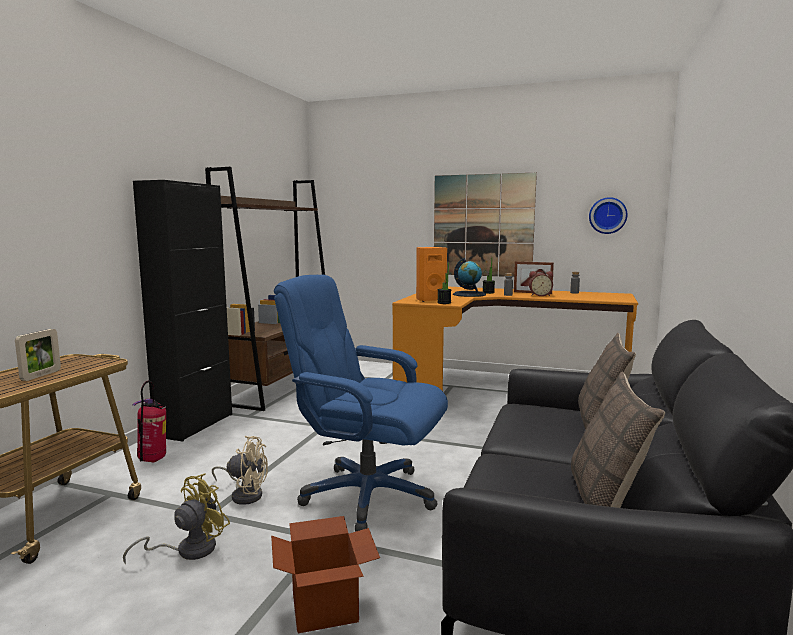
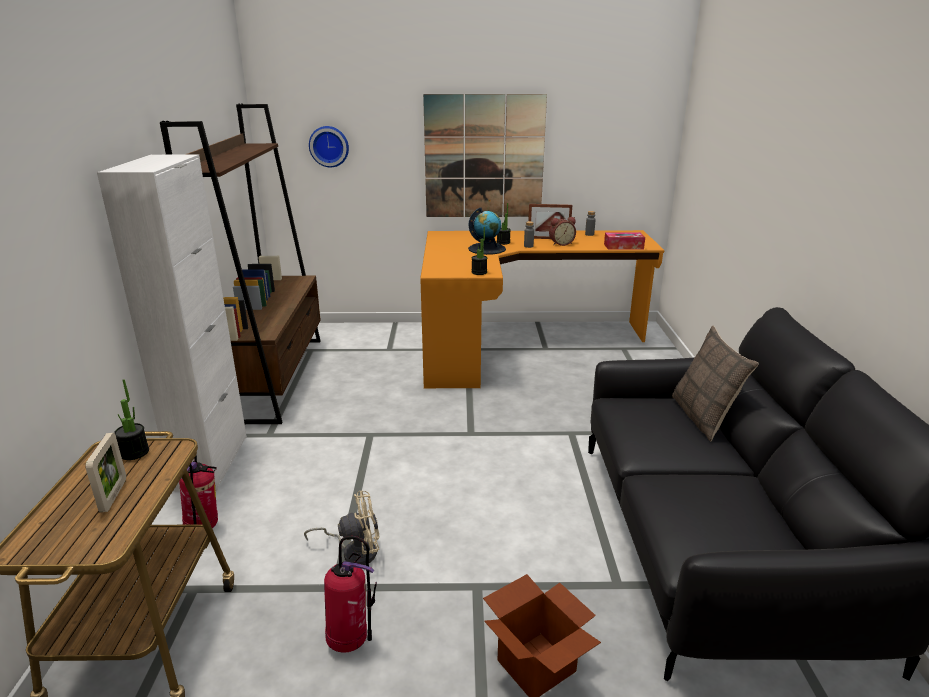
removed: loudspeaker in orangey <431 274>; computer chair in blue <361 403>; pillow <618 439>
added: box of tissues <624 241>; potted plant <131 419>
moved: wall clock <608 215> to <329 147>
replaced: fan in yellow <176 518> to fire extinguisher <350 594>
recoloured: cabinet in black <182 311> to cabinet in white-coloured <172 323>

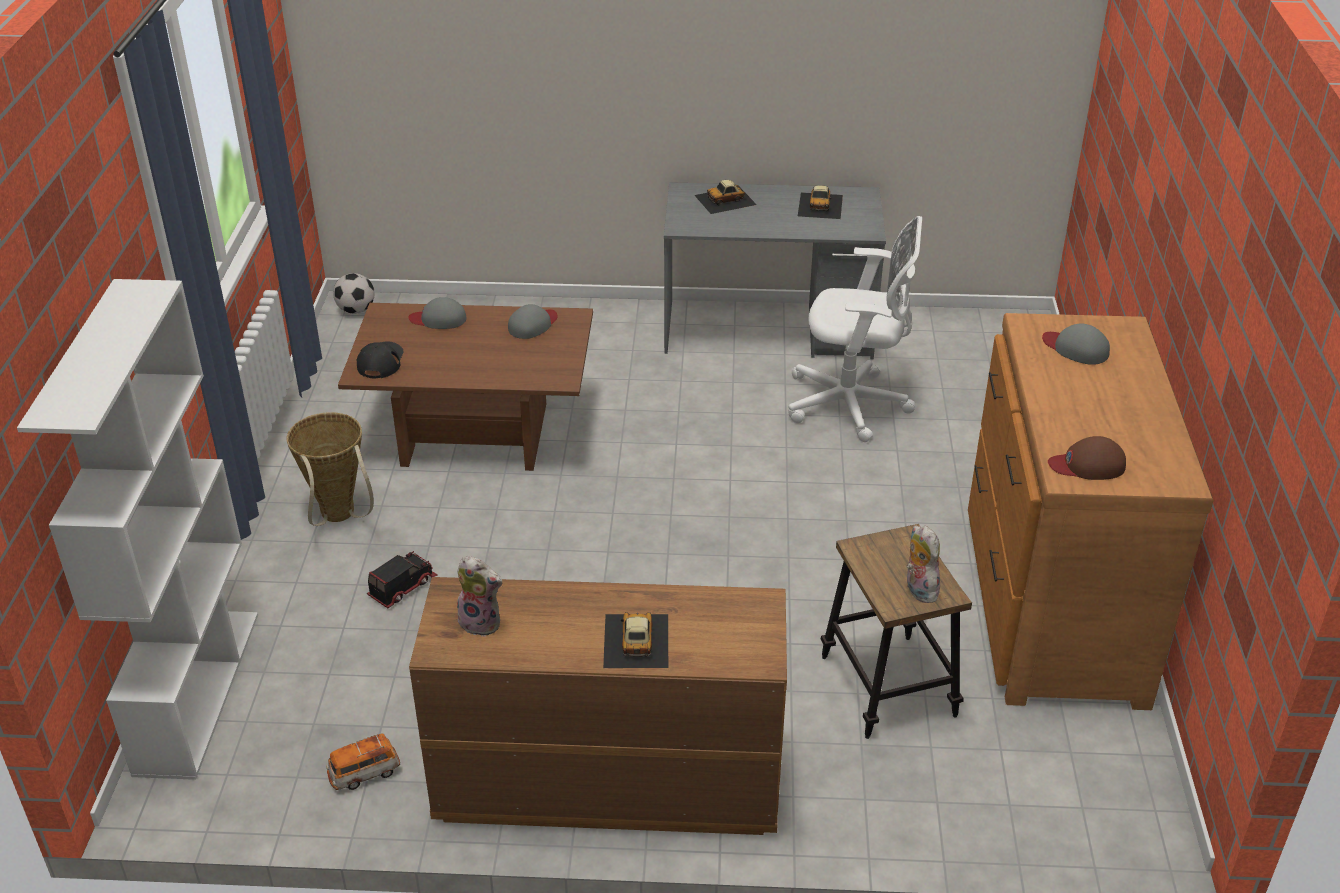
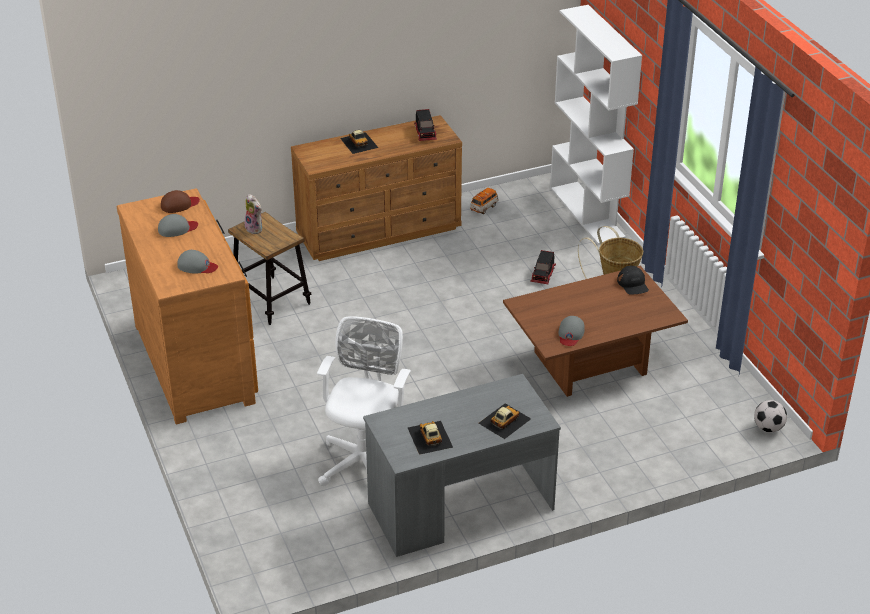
moved: cap in grey <437 313> to <178 225>
replaced: cuddly toy <479 596> to toy lorry <425 125>
turned: computer chair in white-coloured <855 329> = <364 401> 120 degrees clockwise

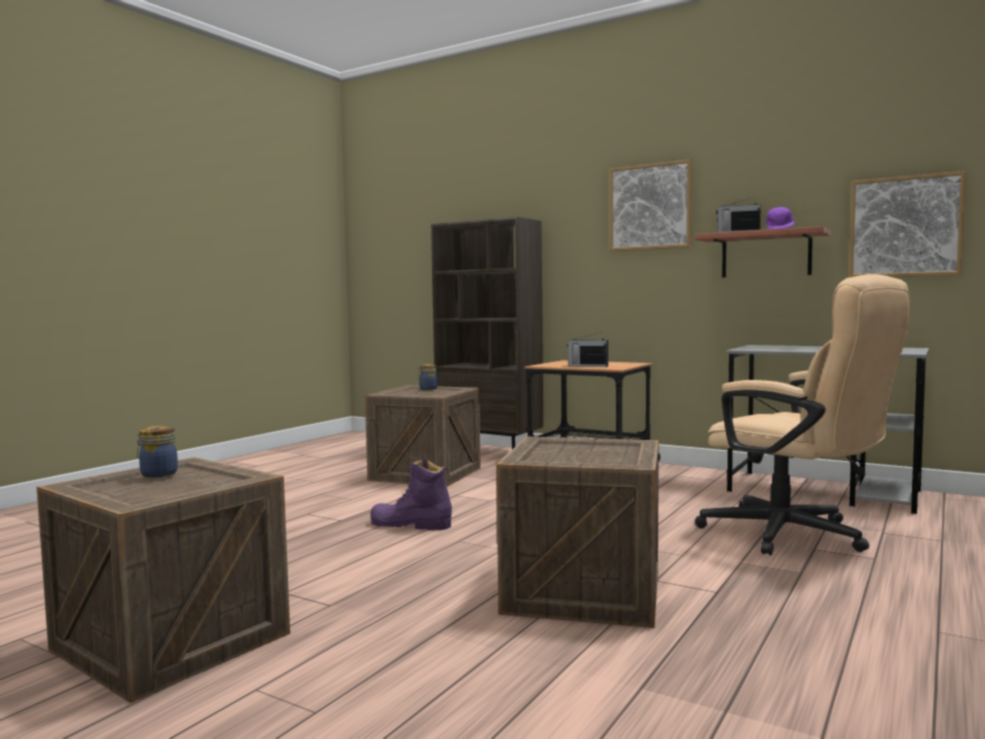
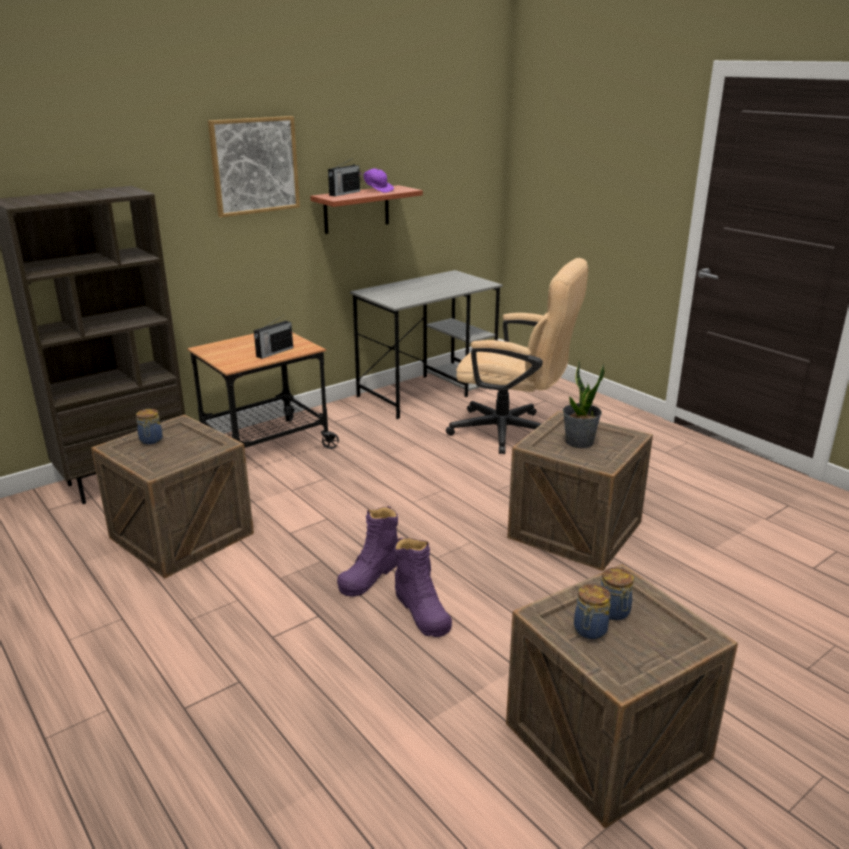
removed: wall art <907 224>
added: potted plant <584 404>; boot in purple <423 587>; jar <617 593>
turned: computer chair in sand-coloured <802 414> = <517 356> 45 degrees clockwise

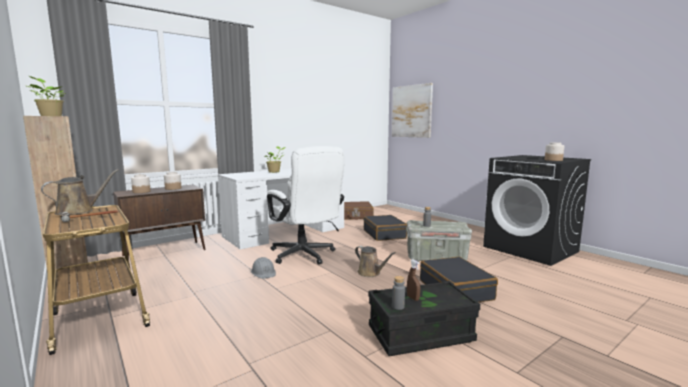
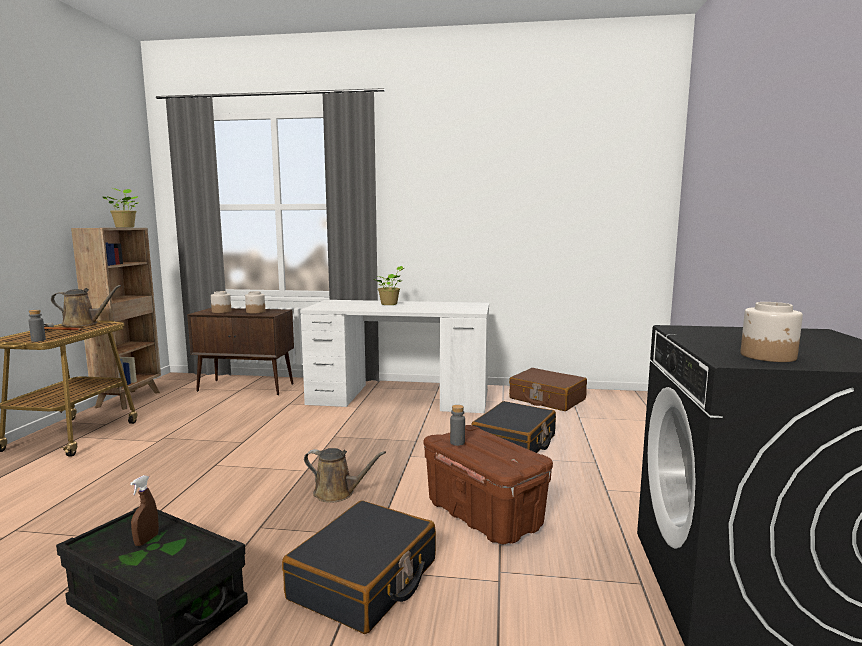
removed: wall art <412 110>; computer chair in white-coloured <305 205>; work helmet in grey <263 268>
moved: beverage bottle in grey <398 293> to <37 326>
recoloured: storage box in grey <439 241> to storage box in brown <488 484>
turned: watering pot in brown <375 261> = <345 475> 75 degrees counterclockwise

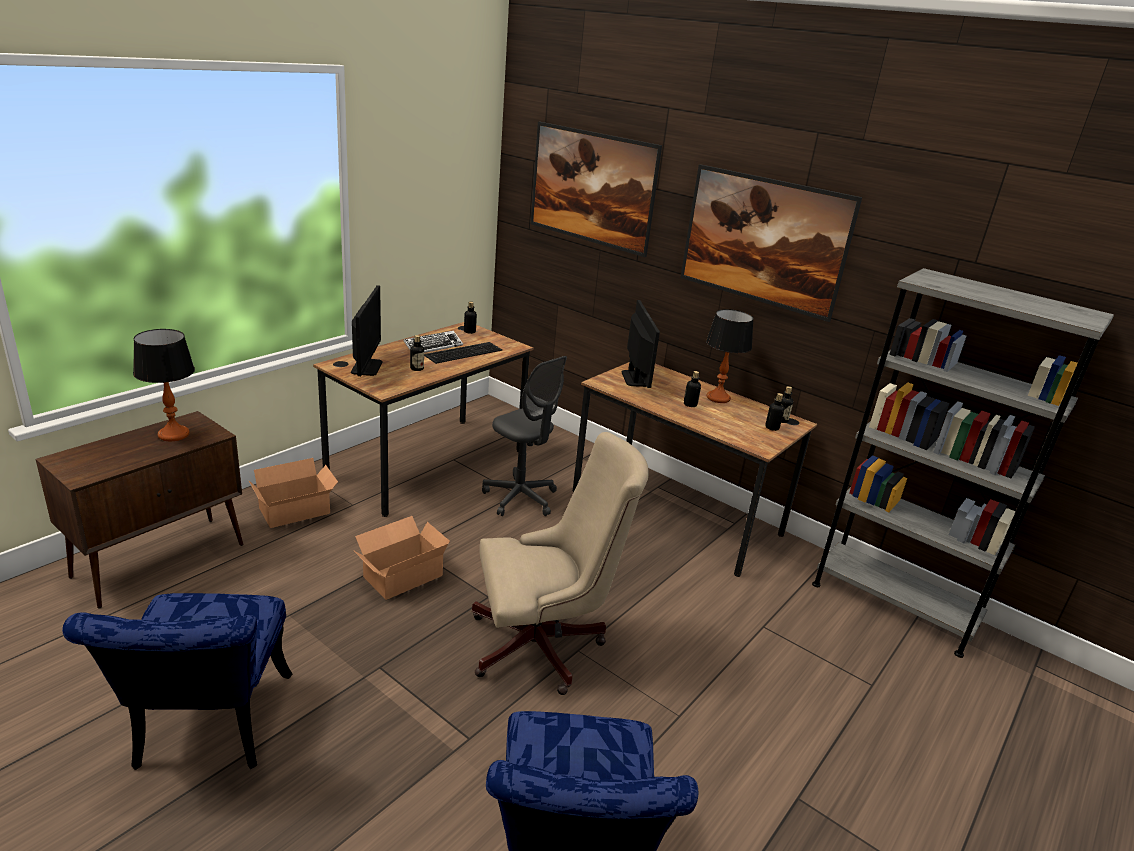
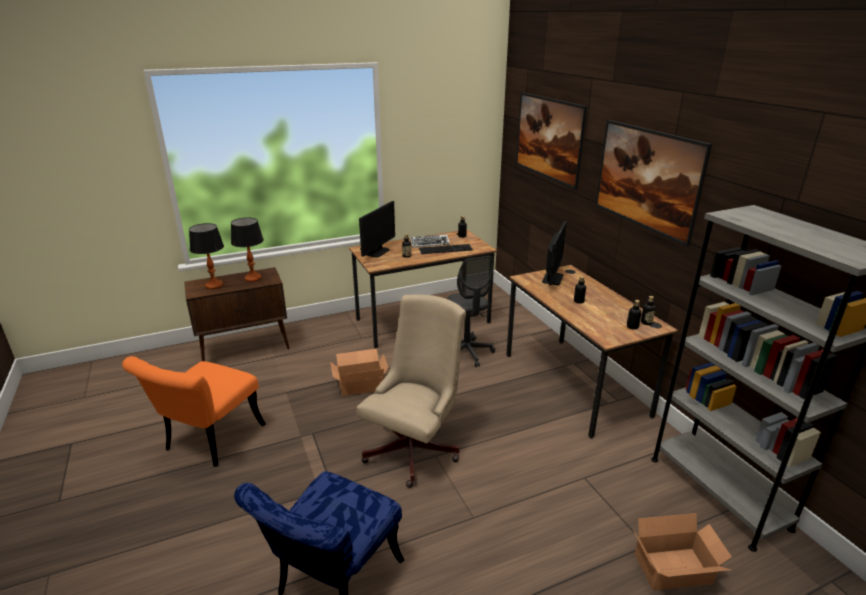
moved: tabletop lamp <730 356> to <206 256>; carton <293 493> to <682 552>
recoloured: chair in blue <177 681> to chair in orangey <194 411>
turned: computer chair in sand-coloured <560 563> = <411 391> 75 degrees counterclockwise

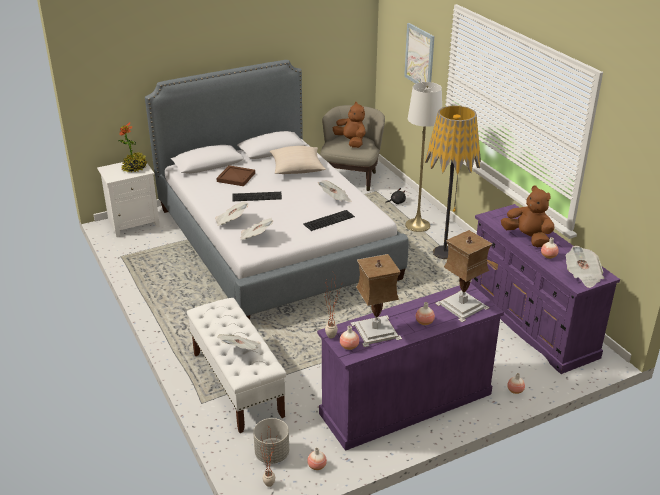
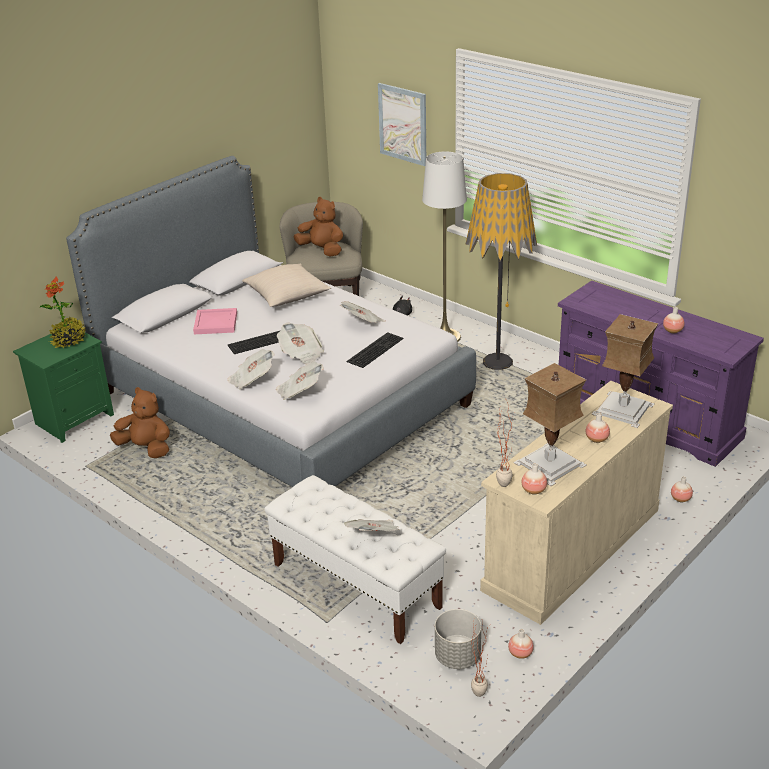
moved: cuddly toy in brown <527 216> to <140 422>; newspaper <584 267> to <300 343>
recoloured: bedside table in white-coloured <128 199> to bedside table in greenish <63 388>; serving tray in brown <235 175> to serving tray in pinkish <215 321>; drawer chest in purple <410 367> to drawer chest in sand-coloured <576 503>

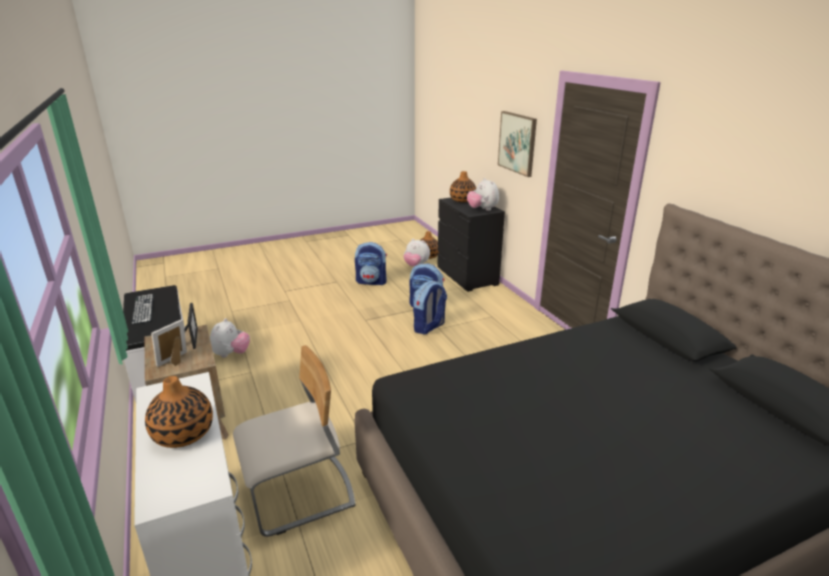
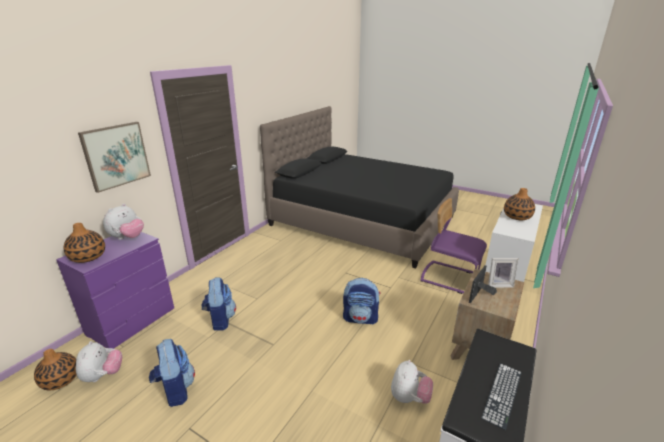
moved: rucksack <430 307> to <361 301>
recoloured: drawer chest in black <471 245> to drawer chest in purple <115 290>; chair in sand-coloured <294 441> to chair in purple <453 246>
turned: cuddly toy <230 338> = <412 382> 135 degrees clockwise

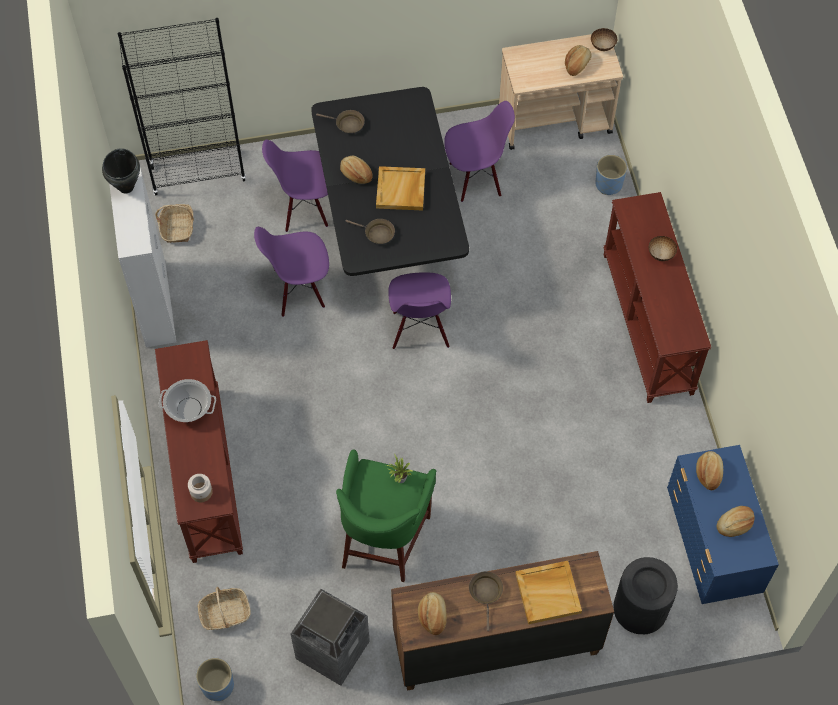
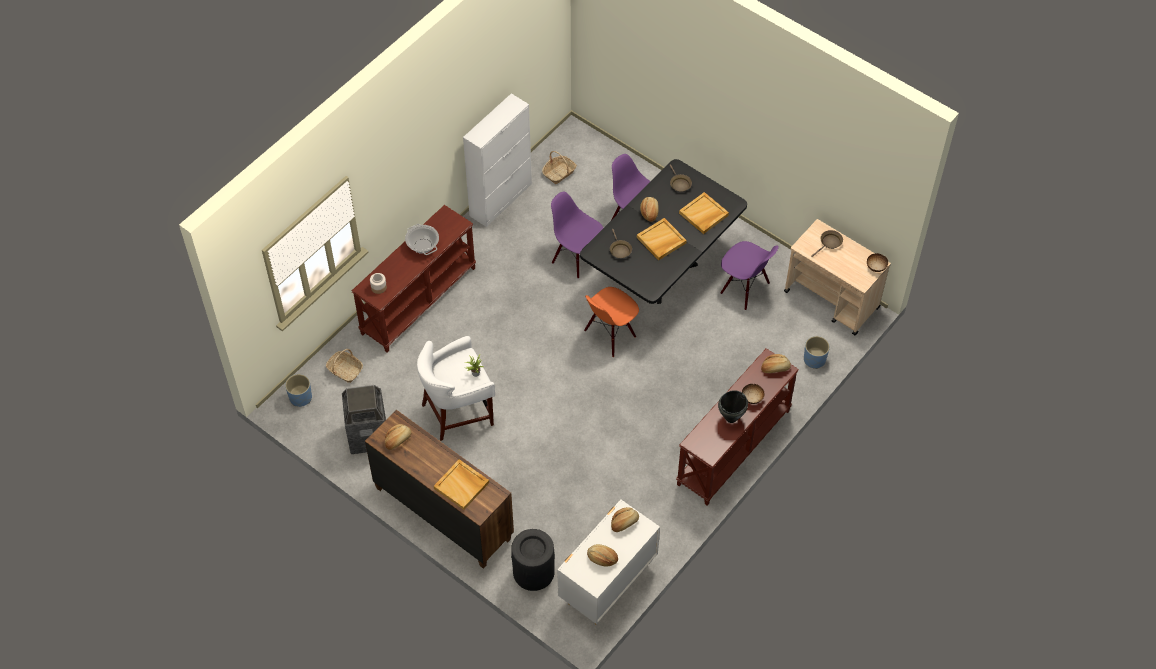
removed: bookshelf in black <182 106>
added: serving tray in sand-coloured <704 213>
moved: baked bread <578 60> to <776 363>; saucepot in black <121 170> to <733 406>; frying pan in brown <486 601> to <827 243>
recoloured: chair in purple <419 310> to chair in orangey <611 322>; drawer chest in blue <723 524> to drawer chest in white-coloured <608 562>; stool in greenish <386 515> to stool in white-coloured <456 388>

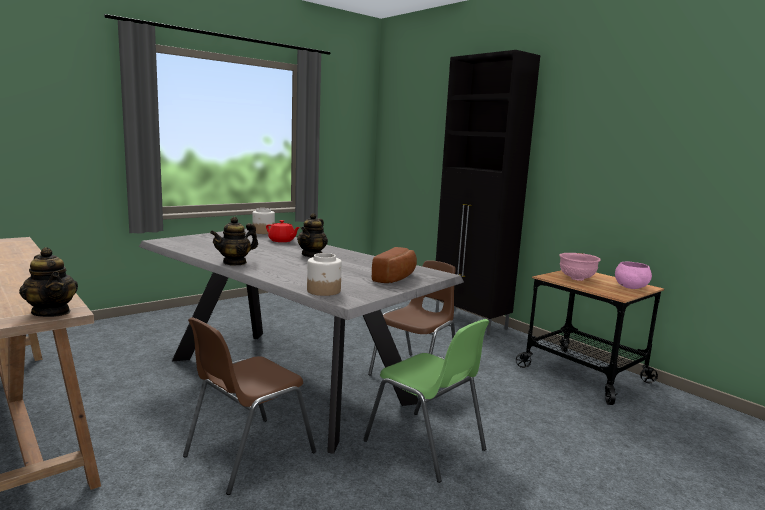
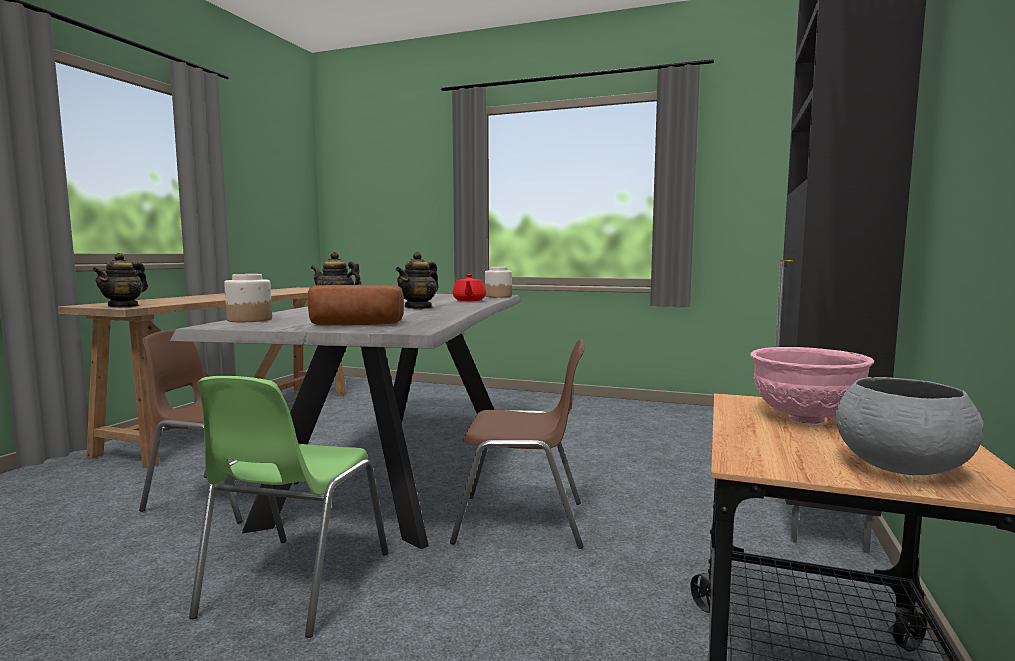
recoloured: bowl in pinkish <633 275> to bowl in grey <910 426>
turned: tea pot <312 235> = <417 280> 45 degrees counterclockwise

